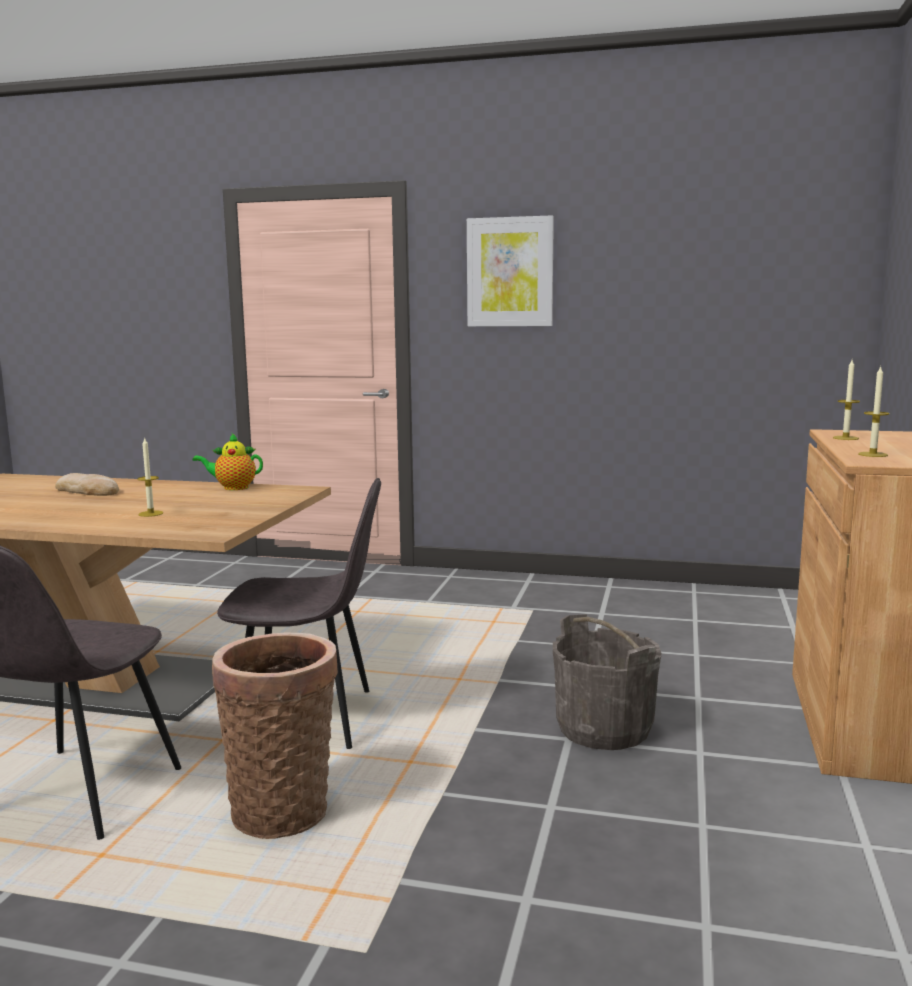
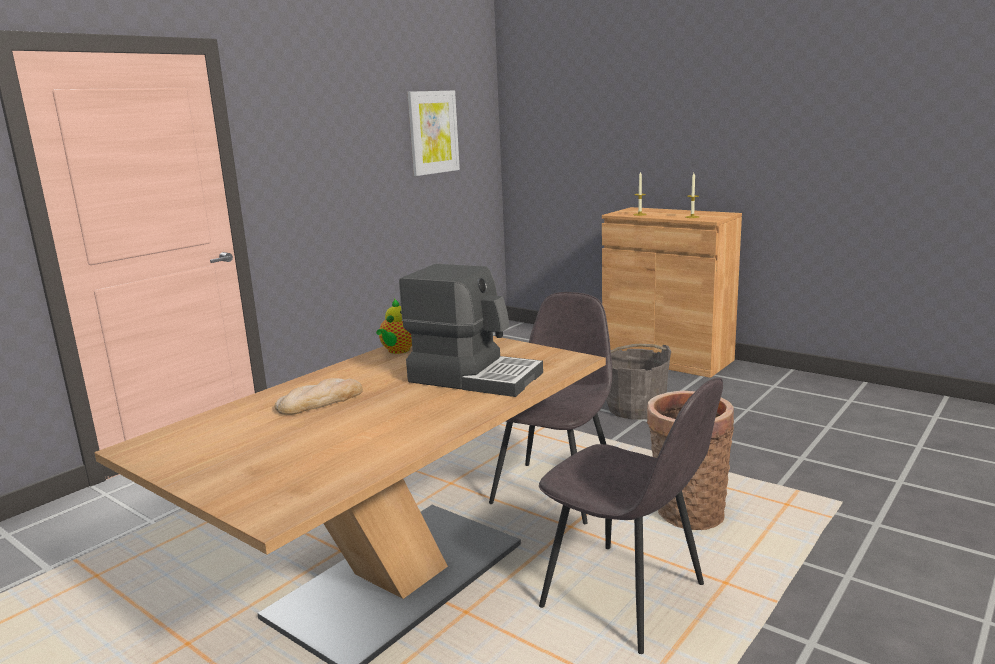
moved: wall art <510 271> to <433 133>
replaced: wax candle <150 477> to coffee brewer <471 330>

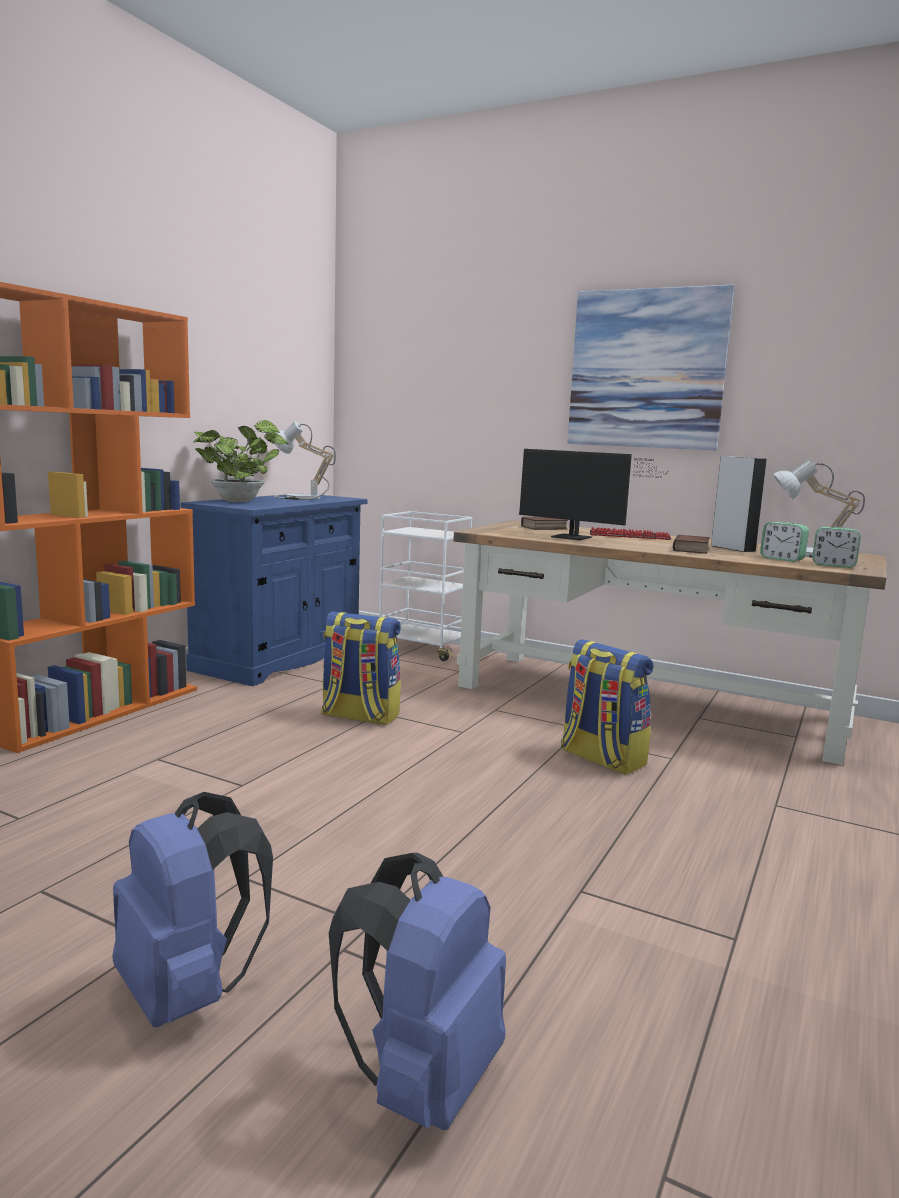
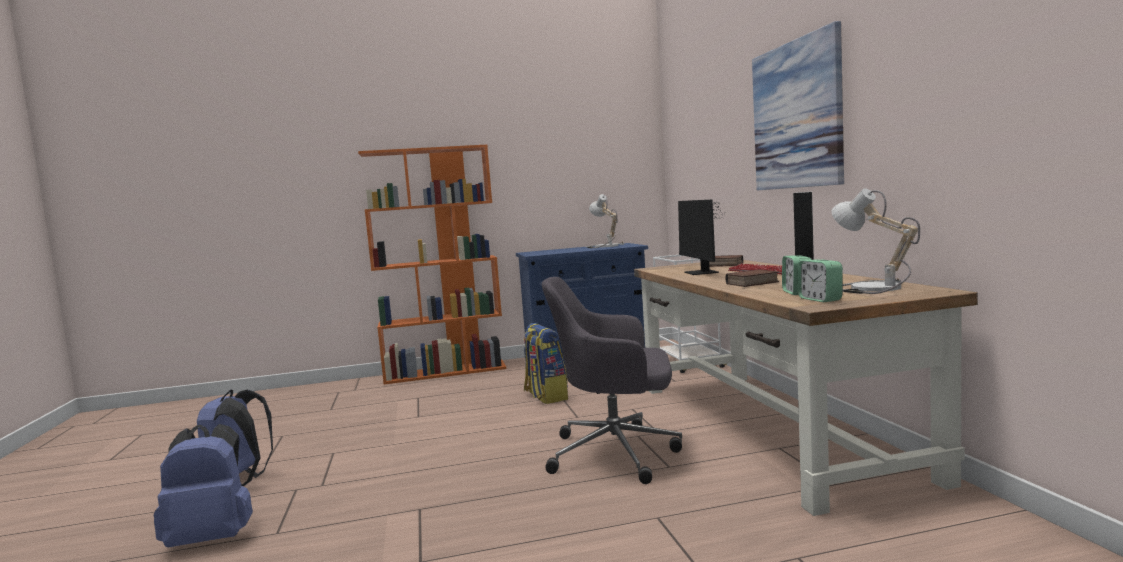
removed: potted plant <241 461>
replaced: rucksack <607 707> to computer chair in grey <612 380>

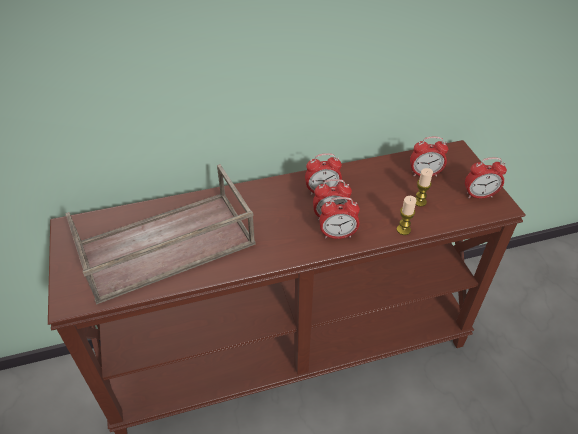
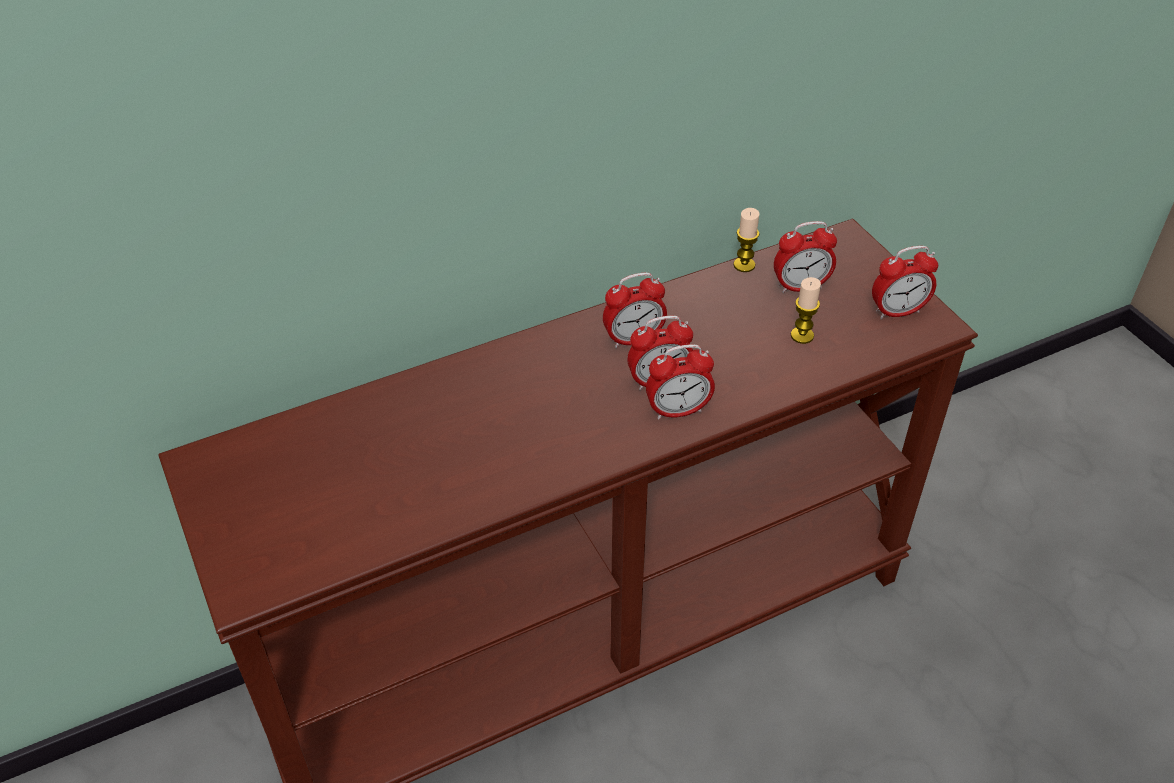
removed: serving tray in brown <160 234>
moved: wax candle <407 215> to <747 240>

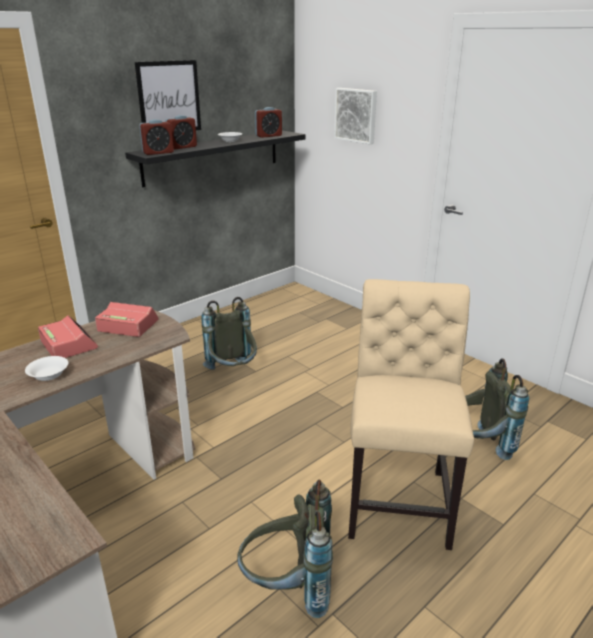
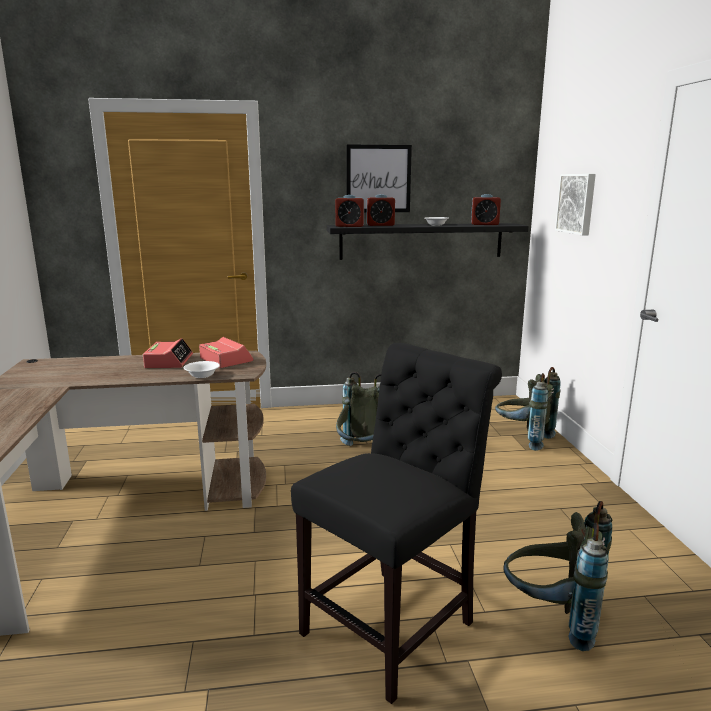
moved: bowl in white-coloured <46 368> to <202 369>; rucksack in grey <285 549> to <528 409>
recoloured: chair in sand-coloured <411 414> to chair in black <396 523>

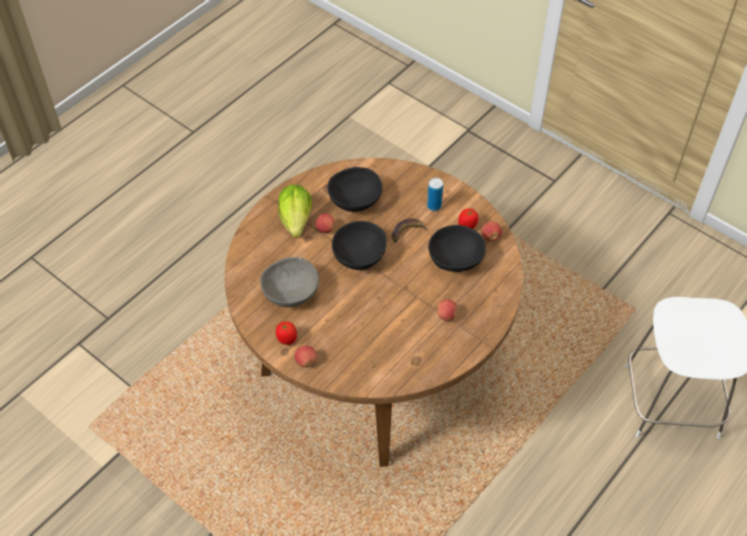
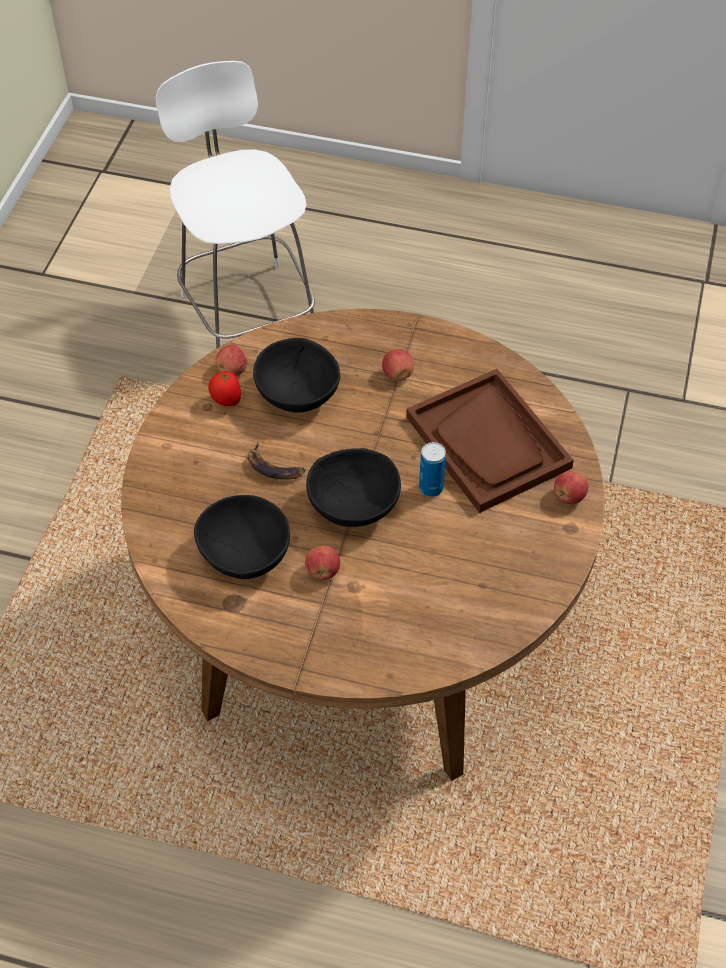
removed: lettuce head <295 211>; bowl in grey <289 282>; fresh tomato <286 333>
added: serving tray in brown <490 441>
moved: sealed can <435 194> to <432 469>

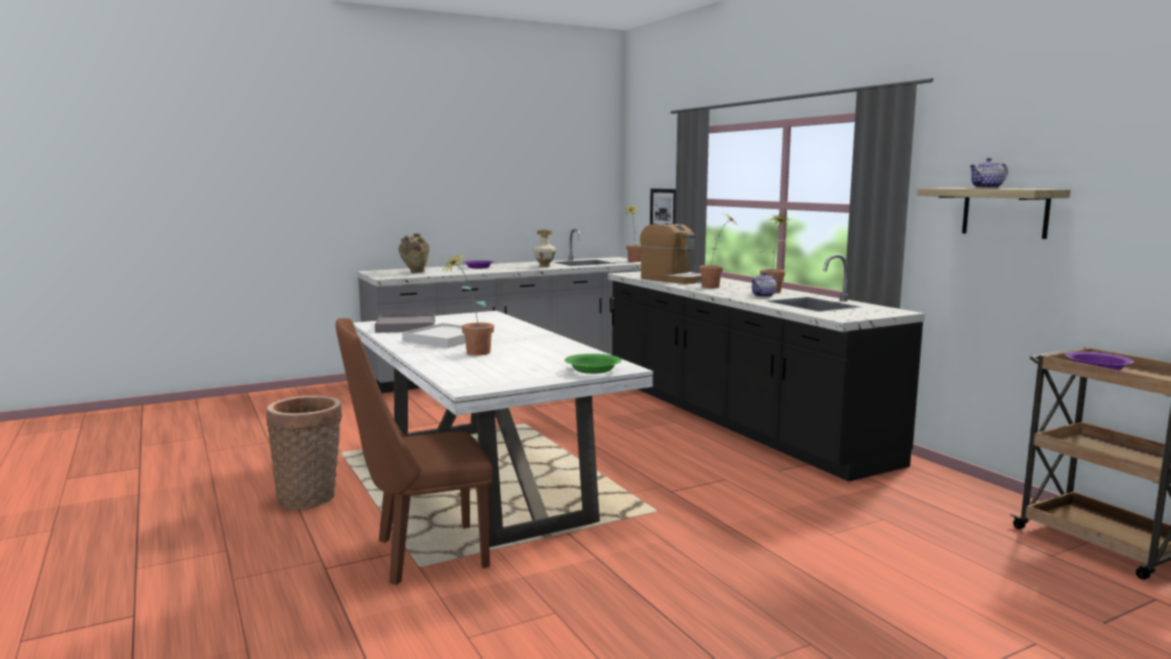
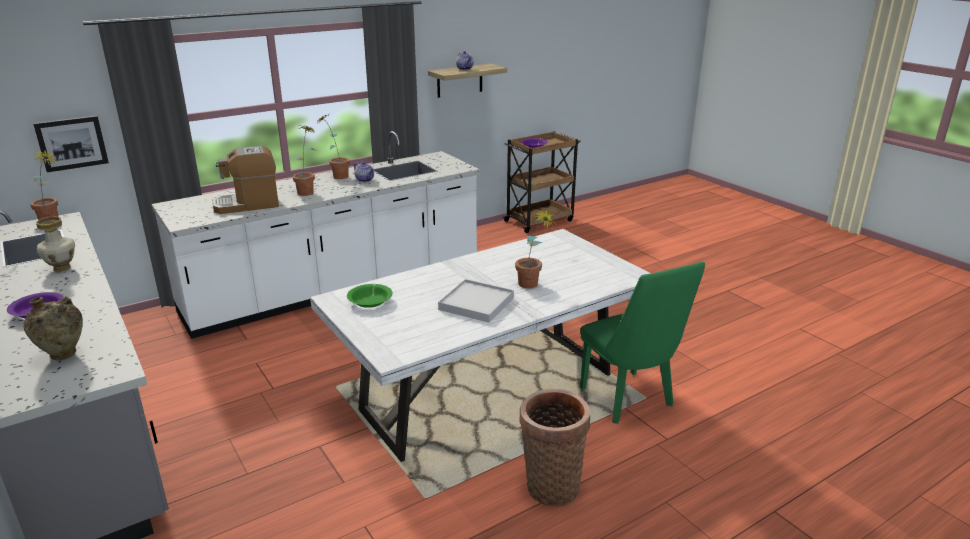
removed: serving tray in grey <405 323>
moved: bowl in greenish <593 364> to <370 296>
recoloured: kitchen counter in black <766 367> to kitchen counter in white-coloured <316 235>; chair in brown <414 451> to chair in greenish <642 343>
turned: coffee brewer <671 253> = <245 180> 150 degrees counterclockwise

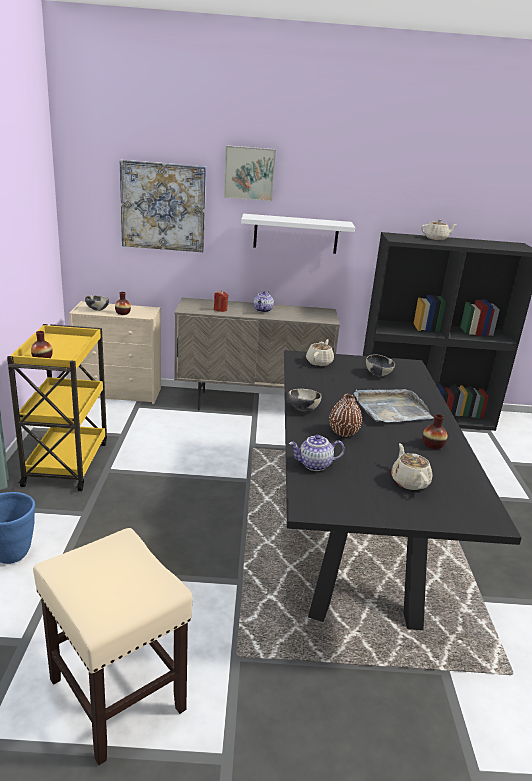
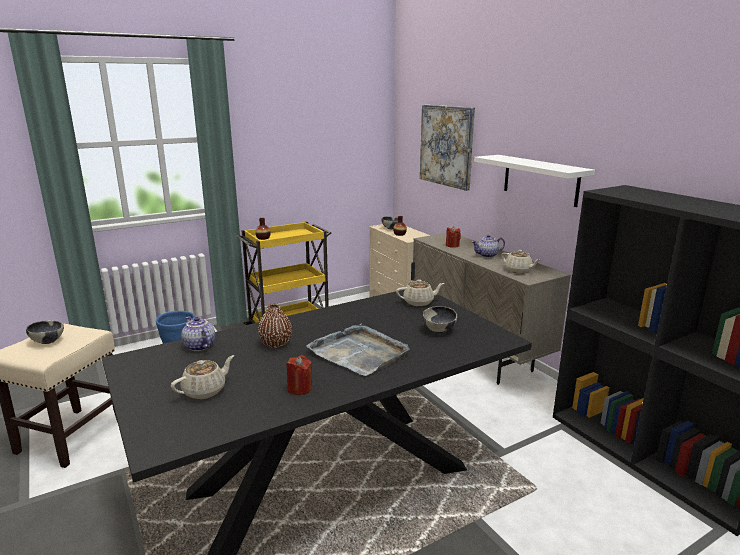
removed: wall art <250 173>
moved: tea pot in sand-coloured <439 229> to <521 261>; bowl <305 400> to <45 332>
replaced: flower vase <434 431> to wax candle in red-coloured <299 375>

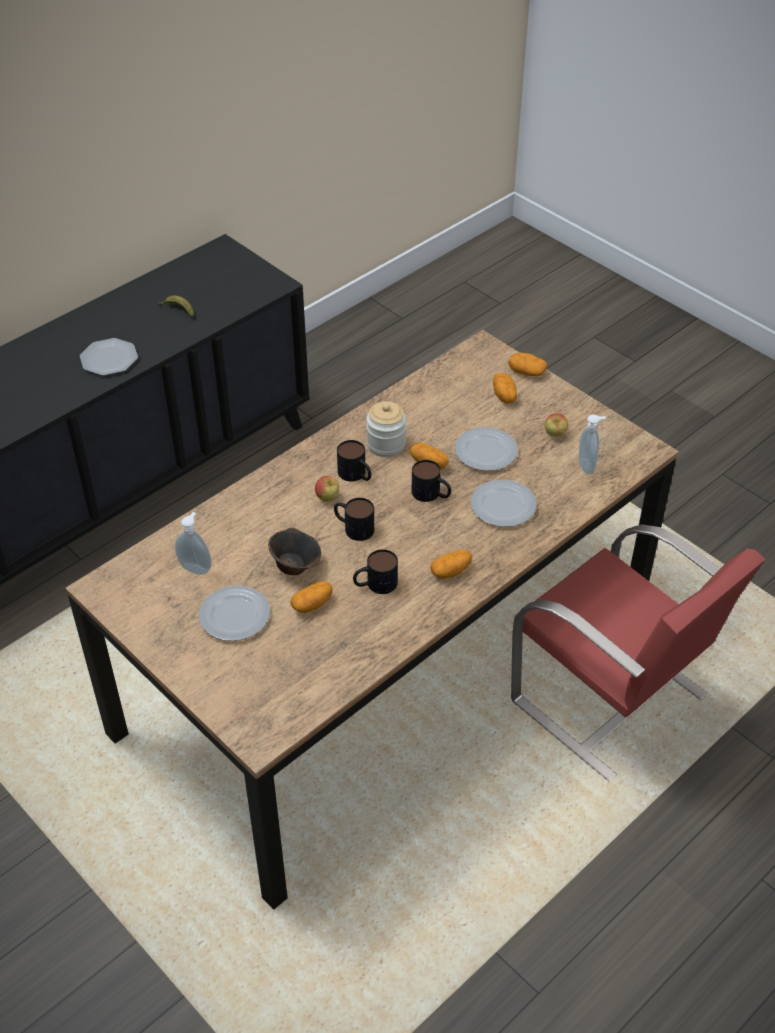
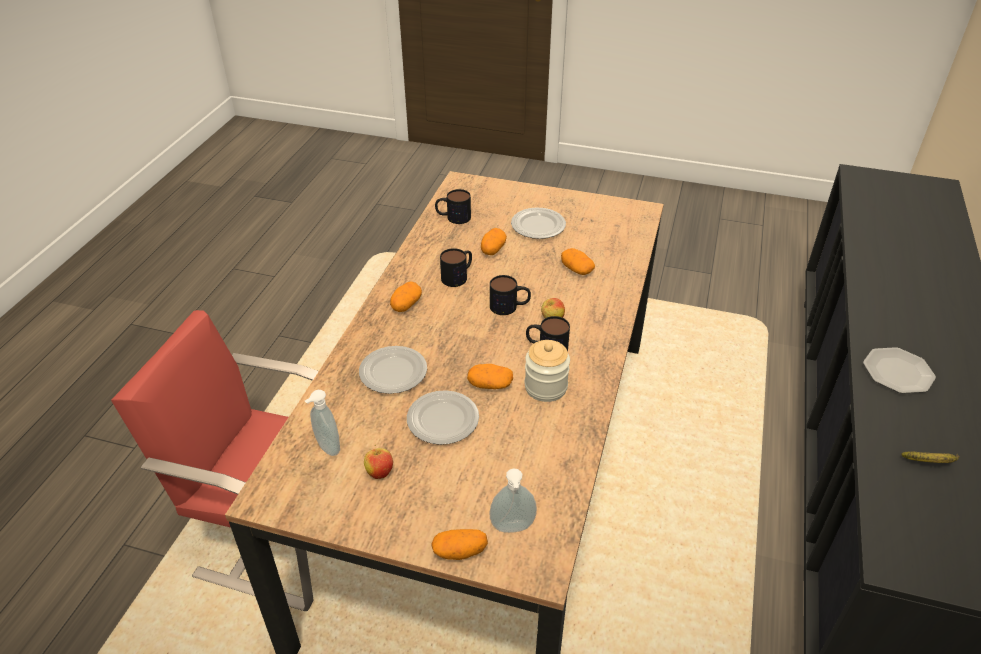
removed: bowl in brown <294 551>
moved: potato <505 388> to <578 261>; tea mug <431 481> to <453 206>; soap dispenser <193 543> to <513 500>

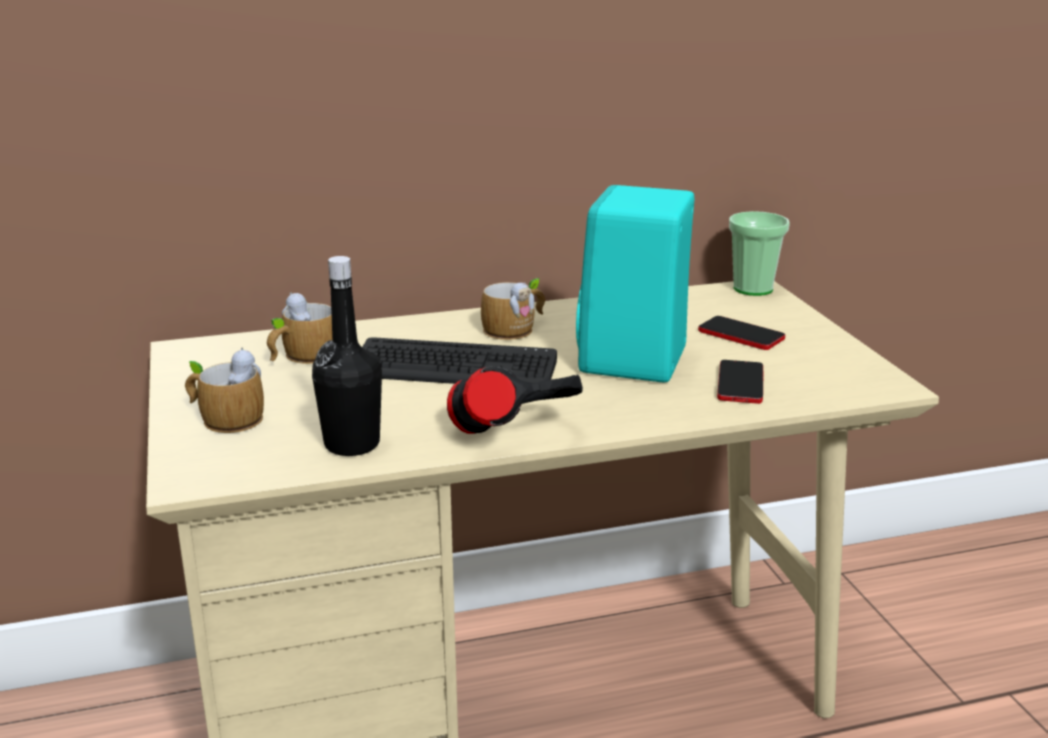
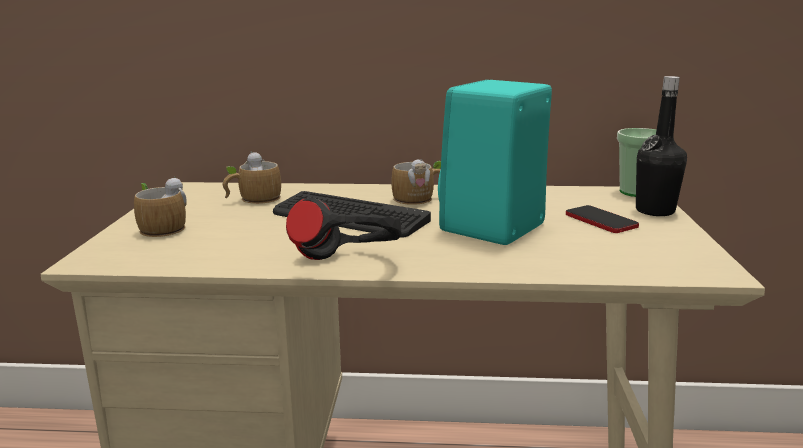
removed: telephone <740 382>
moved: beverage bottle in black <347 356> to <661 146>

